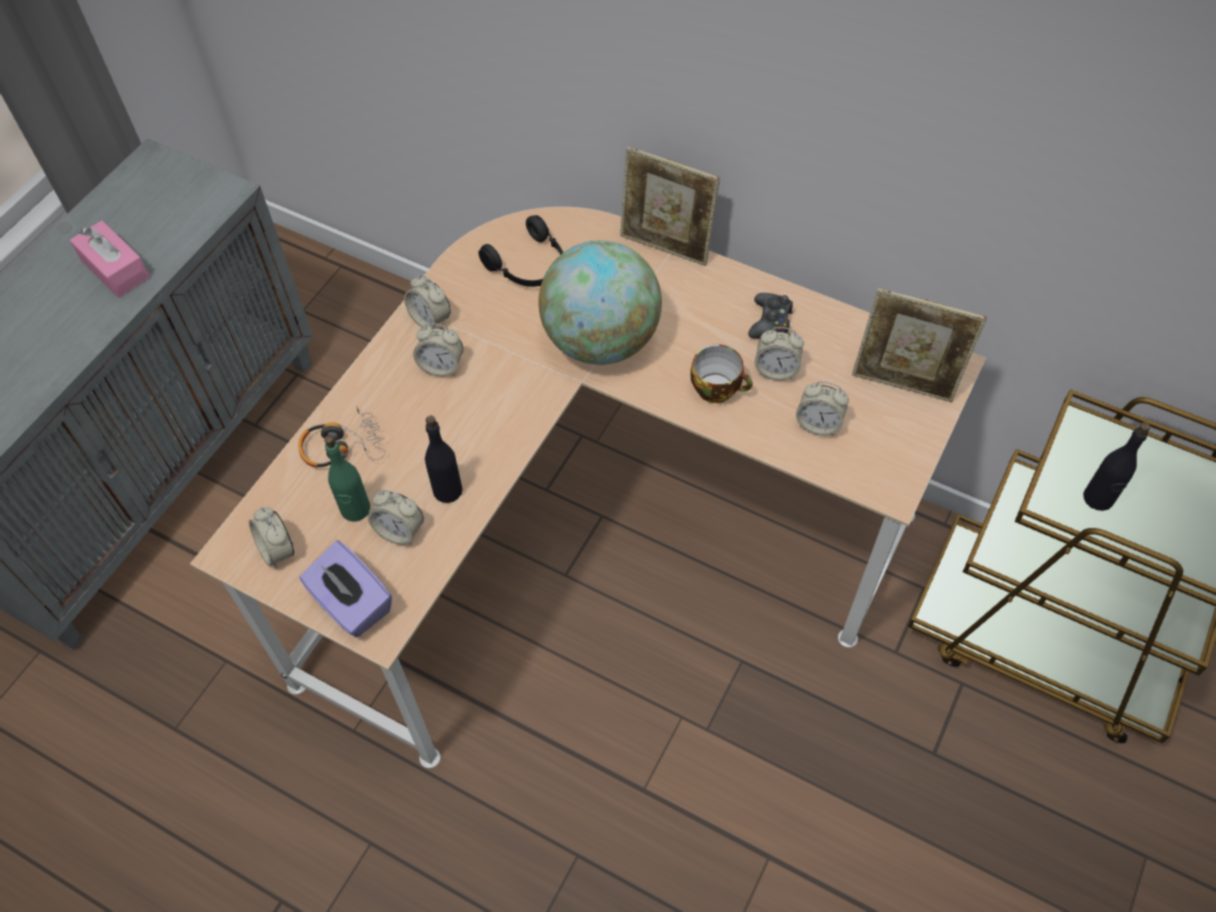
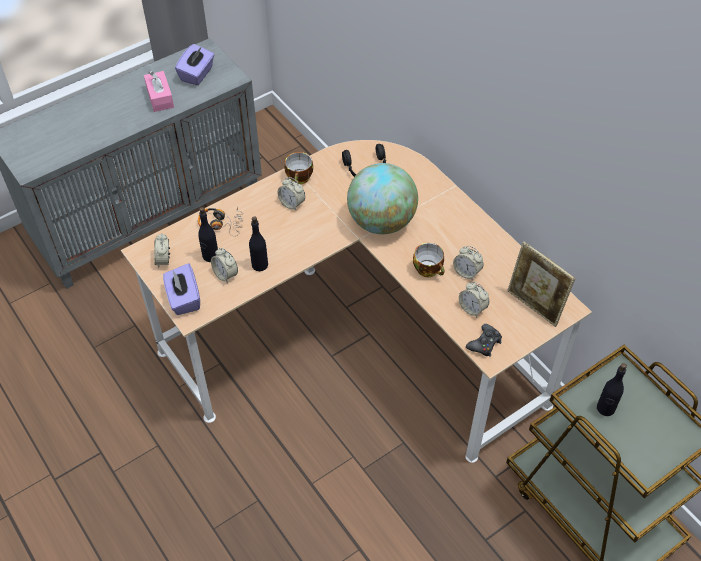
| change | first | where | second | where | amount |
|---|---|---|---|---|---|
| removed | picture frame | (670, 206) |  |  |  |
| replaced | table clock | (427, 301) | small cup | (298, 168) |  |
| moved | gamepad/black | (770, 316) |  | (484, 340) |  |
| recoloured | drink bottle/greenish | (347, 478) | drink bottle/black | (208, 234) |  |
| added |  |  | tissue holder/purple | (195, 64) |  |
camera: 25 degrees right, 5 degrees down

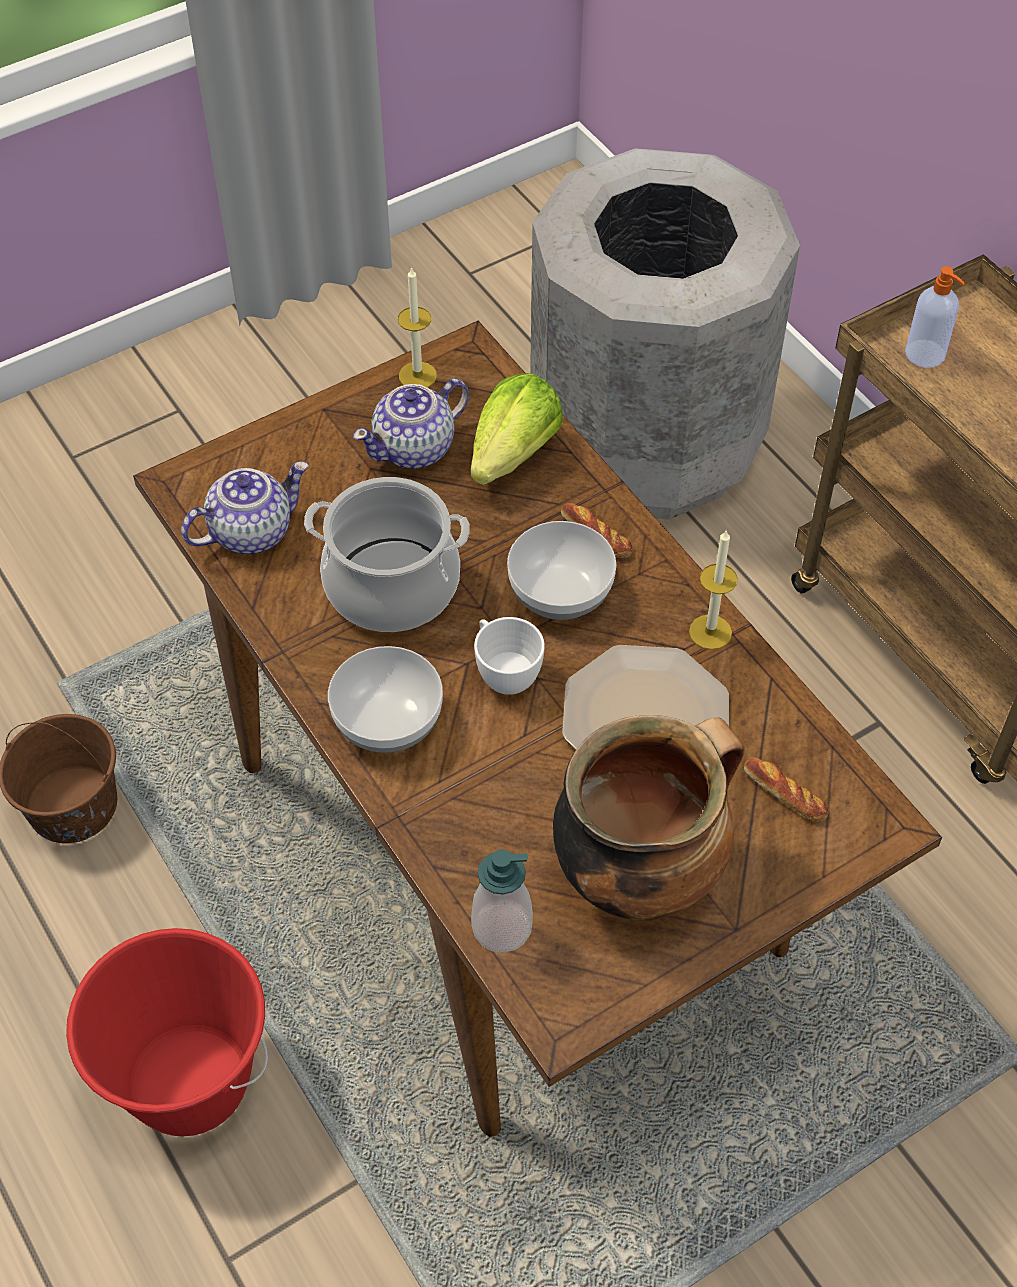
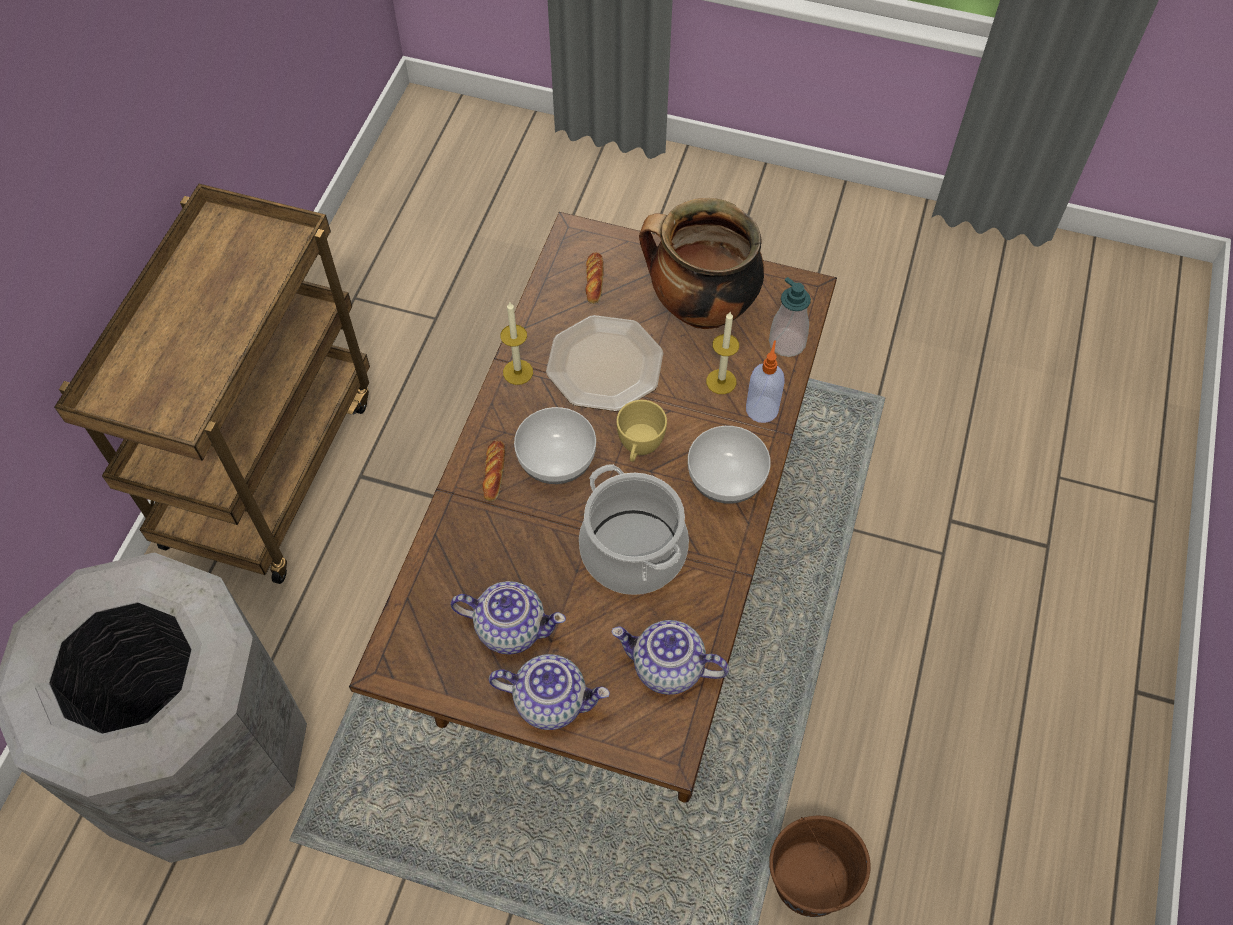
| change | first | where | second | where | amount |
|---|---|---|---|---|---|
| moved | soap dispenser | (935, 317) |  | (765, 381) |  |
| moved | wax light | (417, 327) |  | (722, 353) |  |
| removed | head of lettuce | (517, 429) |  |  |  |
| recoloured | small cup/white | (509, 656) | small cup/yellow-coloured | (641, 431) |  |
| removed | bucket/red | (167, 1032) |  |  |  |
| added |  |  | teapot | (549, 692) |  |
camera: 130 degrees left, 5 degrees up

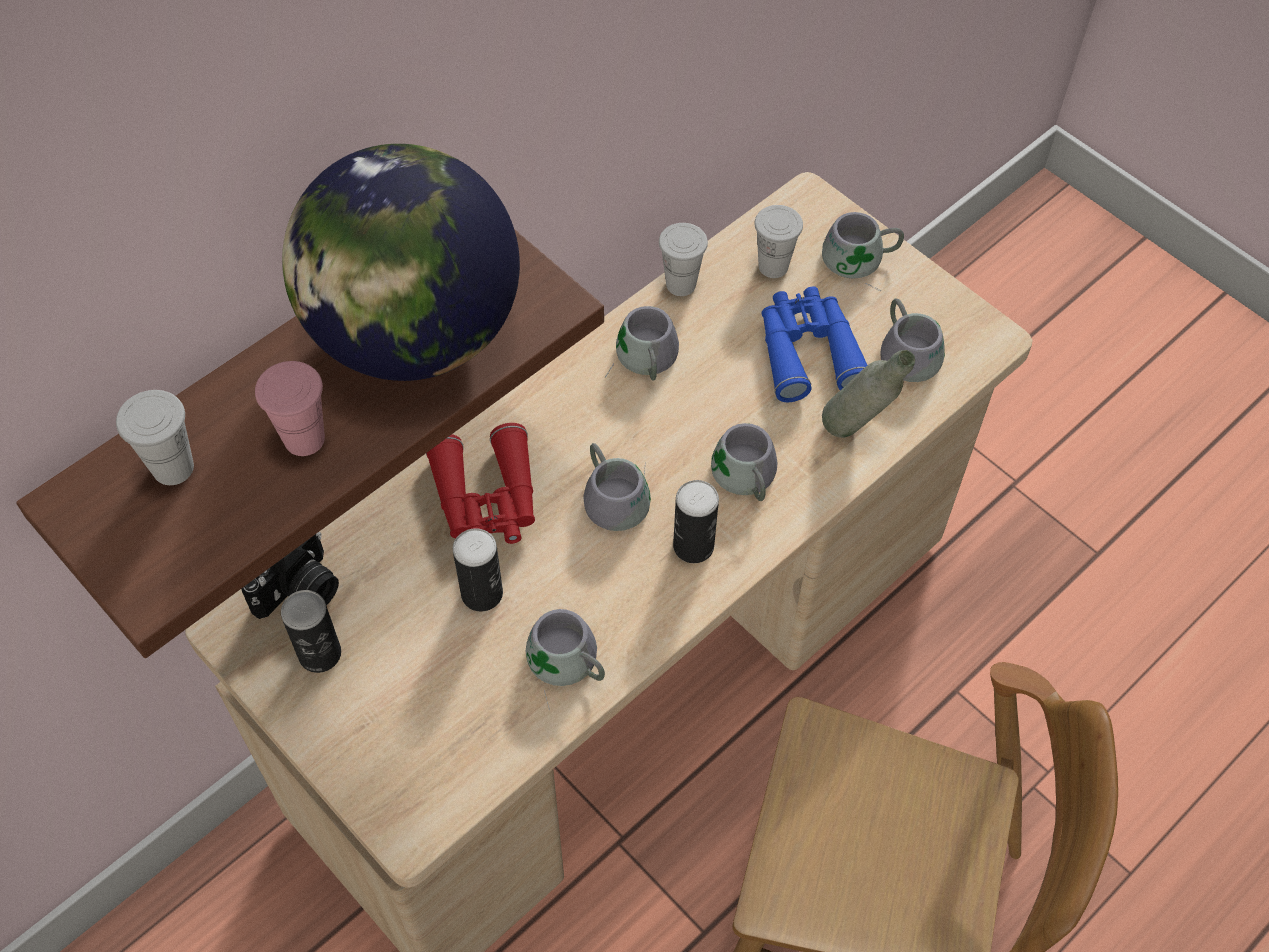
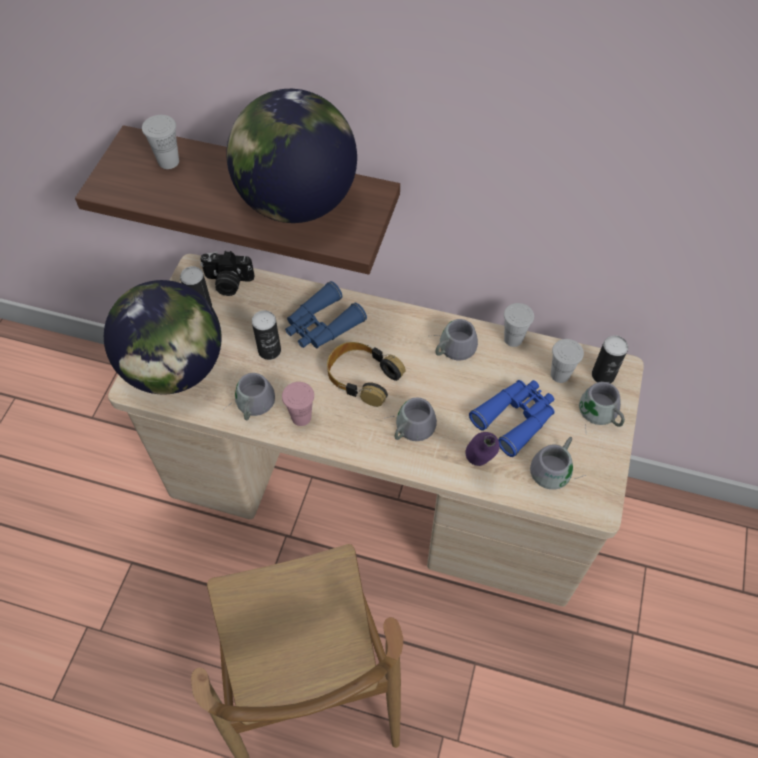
| change | first | where | second | where | amount |
|---|---|---|---|---|---|
| recoloured | drink bottle/gray | (868, 394) | drink bottle/purple | (482, 449) |  |
| moved | small cup/pink | (290, 408) |  | (298, 404) |  |
| recoloured | field glasses/red | (480, 483) | field glasses/bluish | (326, 314) |  |
| replaced | tea mug/gray | (617, 487) | pair of headphones | (366, 374) |  |
| moved | can | (696, 521) |  | (610, 360) |  |
| added |  |  | desk globe | (162, 337) |  |
camera: 60 degrees right, 0 degrees up

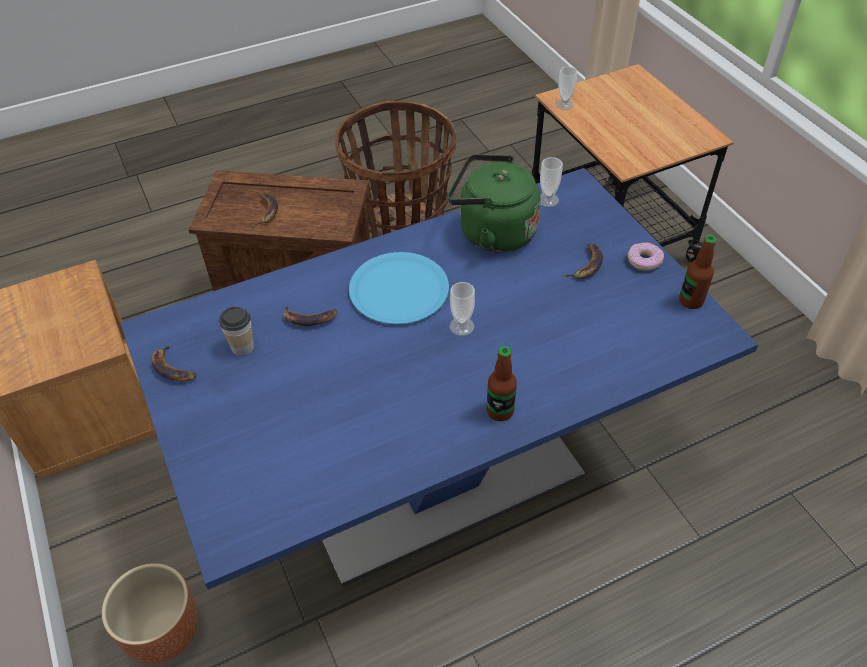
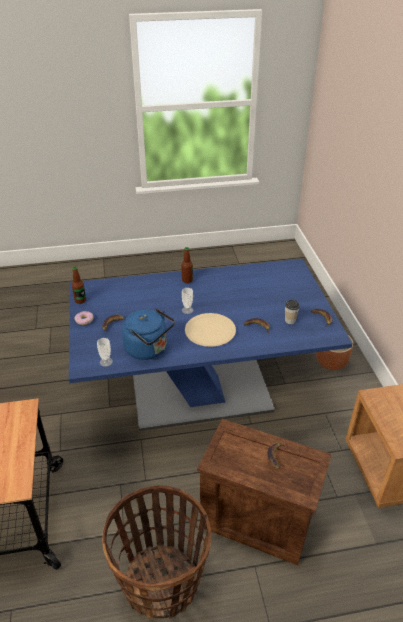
| change | first | where | second | where | amount |
|---|---|---|---|---|---|
| removed | small cup | (566, 88) |  |  |  |
| recoloured | water kettle/greenish | (494, 203) | water kettle/bluish | (148, 334) |  |
| recoloured | flat dish/bluish | (399, 288) | flat dish/beige-coloured | (210, 330) |  |
camera: 165 degrees left, 10 degrees down

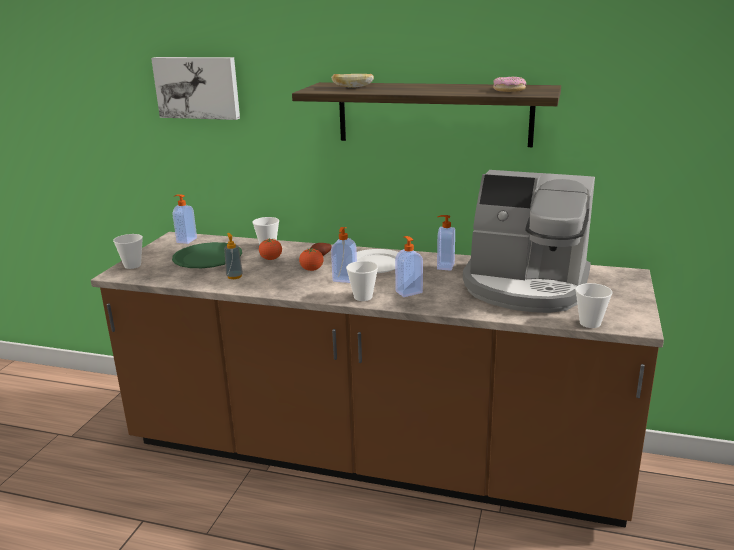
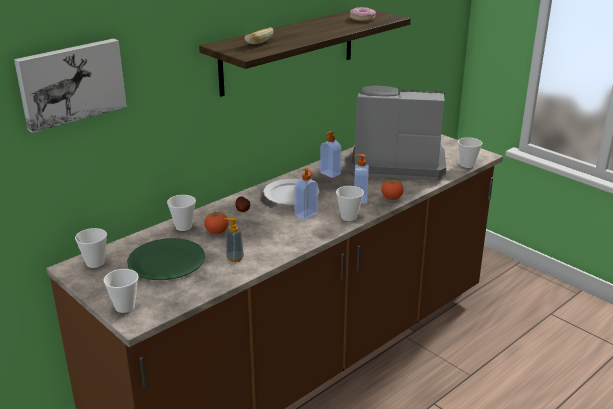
| change | first | where | second | where | amount |
|---|---|---|---|---|---|
| turned | coffee brewer | (529, 241) |  | (398, 133) | 135 degrees counterclockwise |
| replaced | soap dispenser | (185, 219) | small cup | (91, 248) |  |
| moved | fresh tomato | (311, 259) |  | (392, 190) |  |
camera: 60 degrees left, 5 degrees up

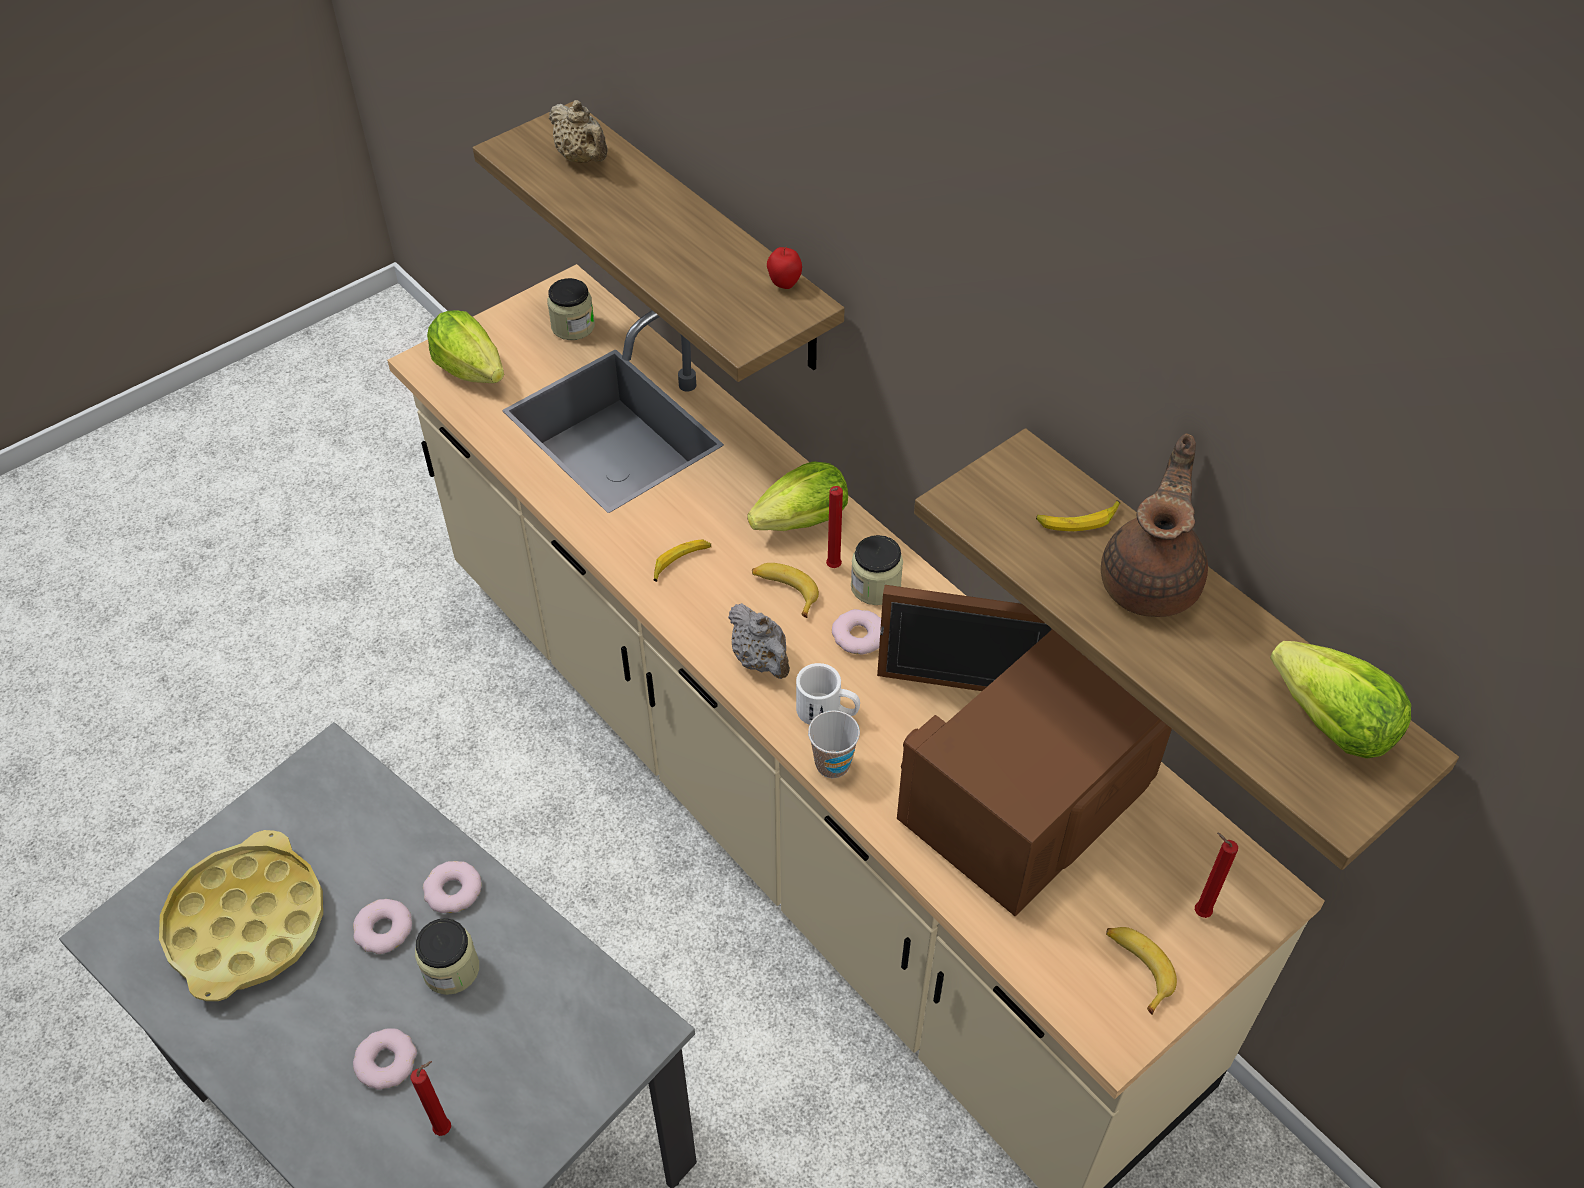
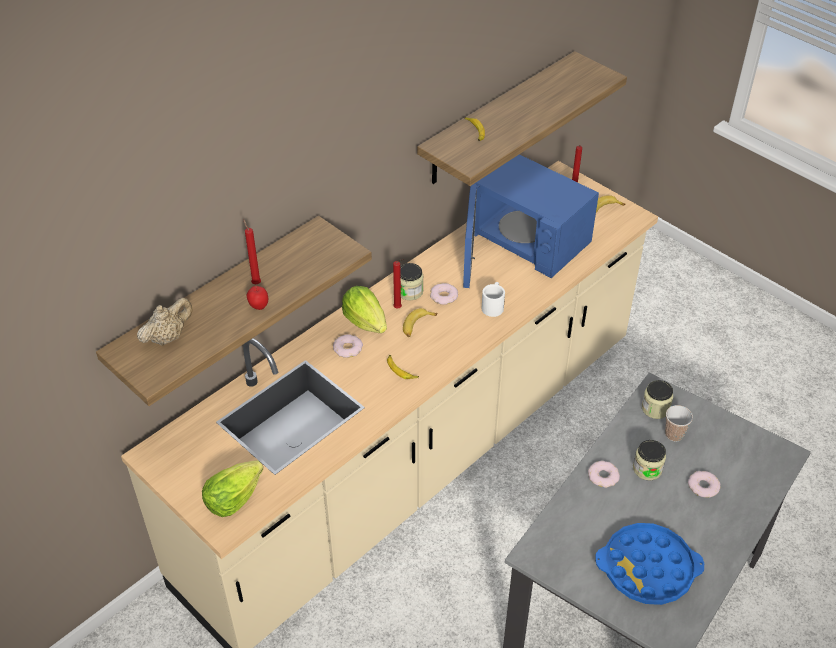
| change | first | where | second | where | amount |
|---|---|---|---|---|---|
| moved | whole apple | (784, 268) |  | (257, 298) |  |
| moved | jar | (571, 309) |  | (657, 399) |  |
| removed | teapot/brown-coloured | (1154, 525) |  |  |  |
| recoloured | microwave/brown-coloured | (1024, 750) | microwave/bluish | (531, 221) |  |
| removed | teapot/gray | (759, 641) |  |  |  |
| removed | head of lettuce | (1340, 700) |  |  |  |
| moved | small cup | (834, 744) |  | (679, 423) |  |
| recoloured | tray/yellow-coloured | (241, 915) | tray/bluish | (649, 564) |  |
| moved | donut | (382, 926) |  | (348, 346) |  |
| moved | wax light/red | (431, 1098) |  | (252, 252) |  |
camera: 95 degrees left, 5 degrees down

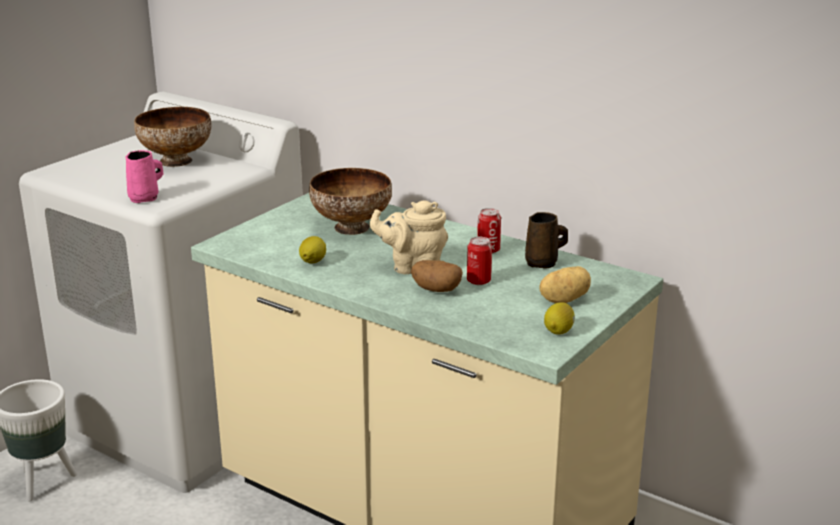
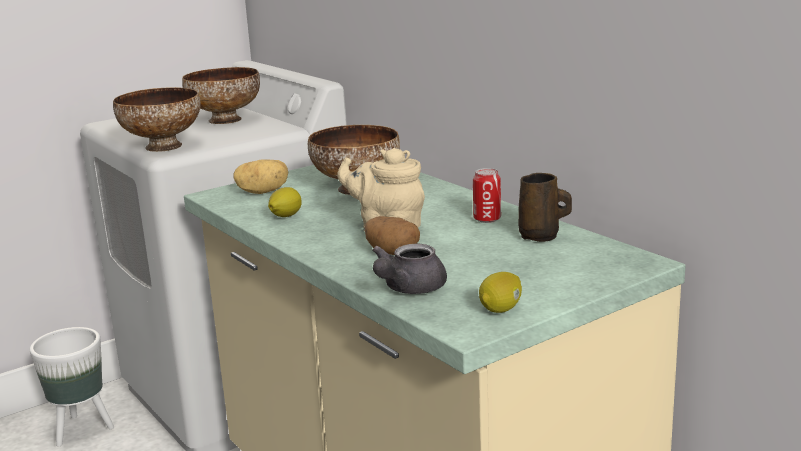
| change | first | where | second | where | amount |
|---|---|---|---|---|---|
| replaced | tea mug/pink | (144, 176) | bowl | (157, 119) |  |
| removed | can | (479, 261) |  |  |  |
| moved | potato | (565, 284) |  | (261, 176) |  |
| added |  |  | teapot/gray | (409, 268) |  |
camera: 20 degrees right, 5 degrees down

